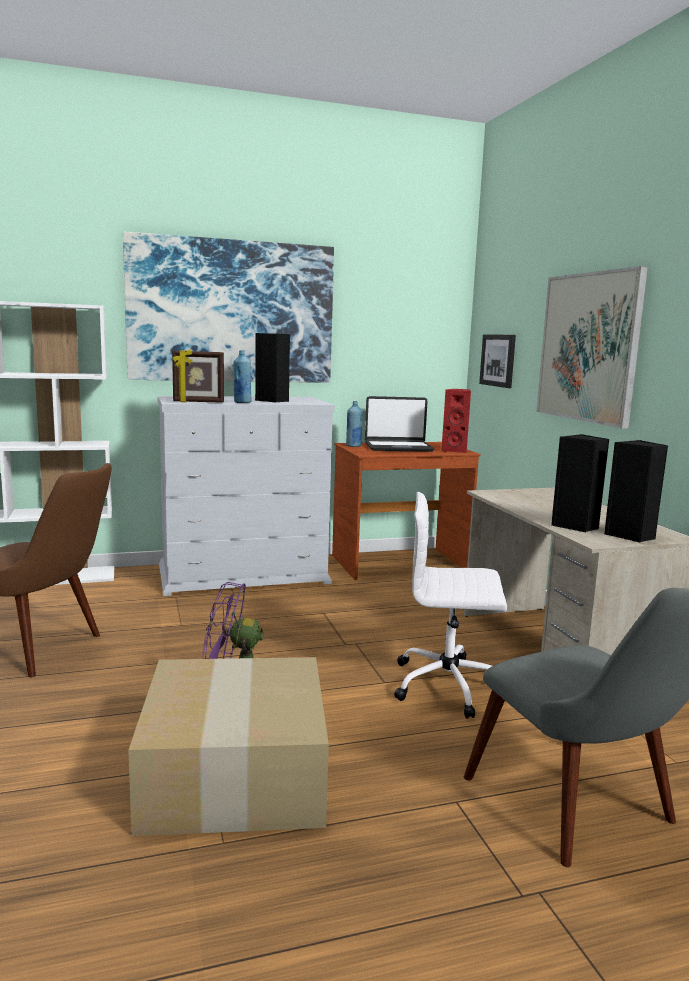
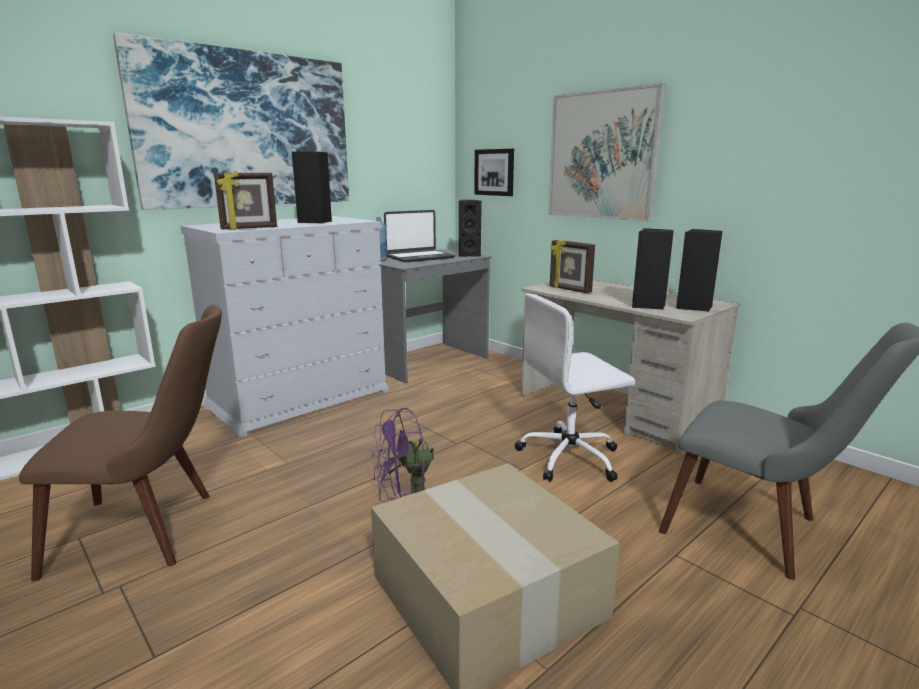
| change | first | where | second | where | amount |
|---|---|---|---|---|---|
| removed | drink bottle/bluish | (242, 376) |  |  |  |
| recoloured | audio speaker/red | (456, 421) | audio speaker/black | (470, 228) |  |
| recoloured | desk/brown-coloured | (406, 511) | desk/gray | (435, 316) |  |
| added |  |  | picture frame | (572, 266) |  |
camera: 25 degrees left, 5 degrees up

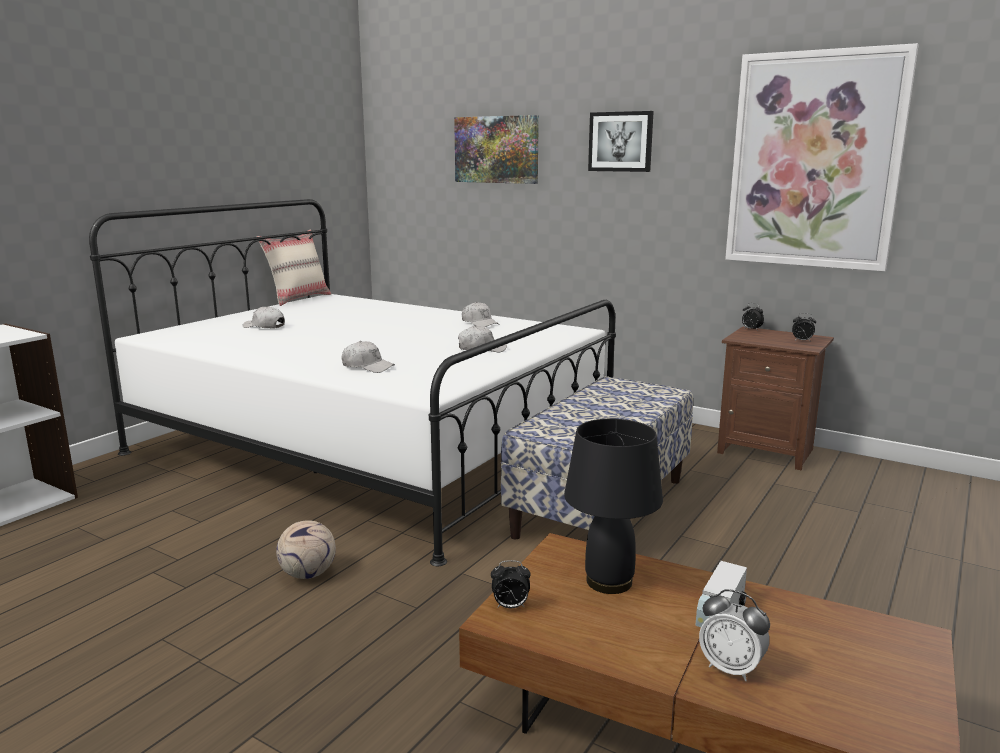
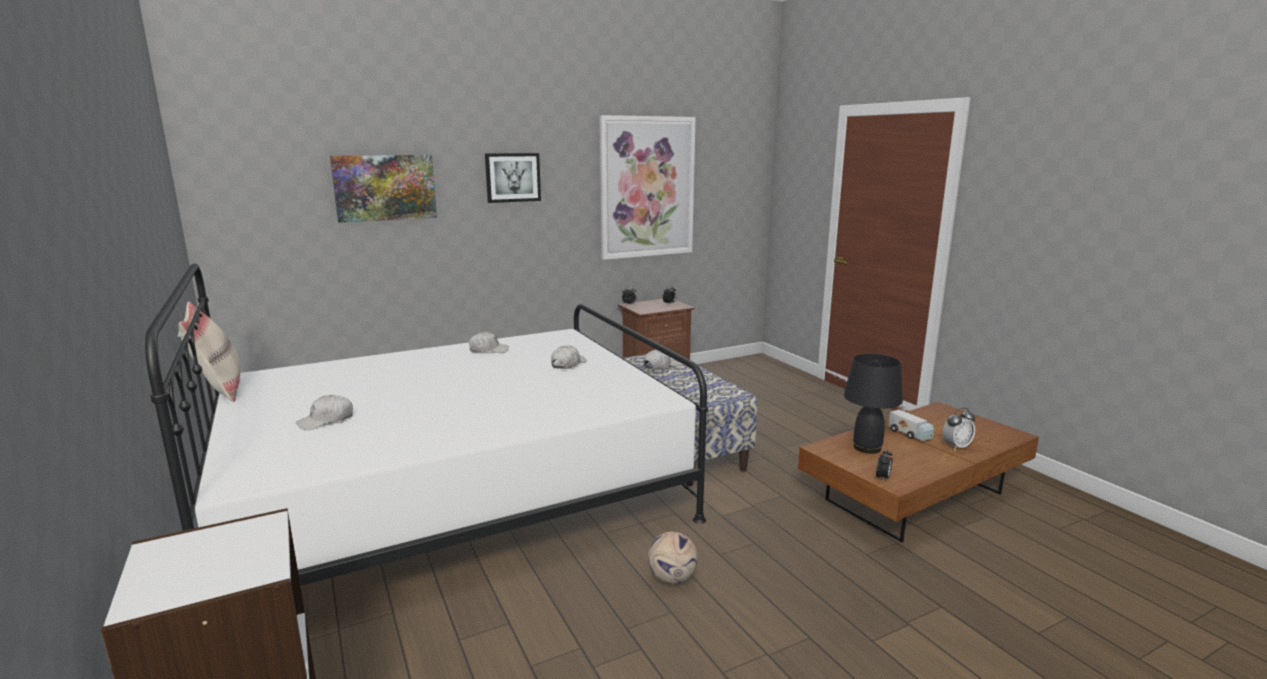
| change | first | where | second | where | amount |
|---|---|---|---|---|---|
| moved | peaked cap/white | (368, 357) |  | (661, 359) |  |
camera: 60 degrees left, 0 degrees up

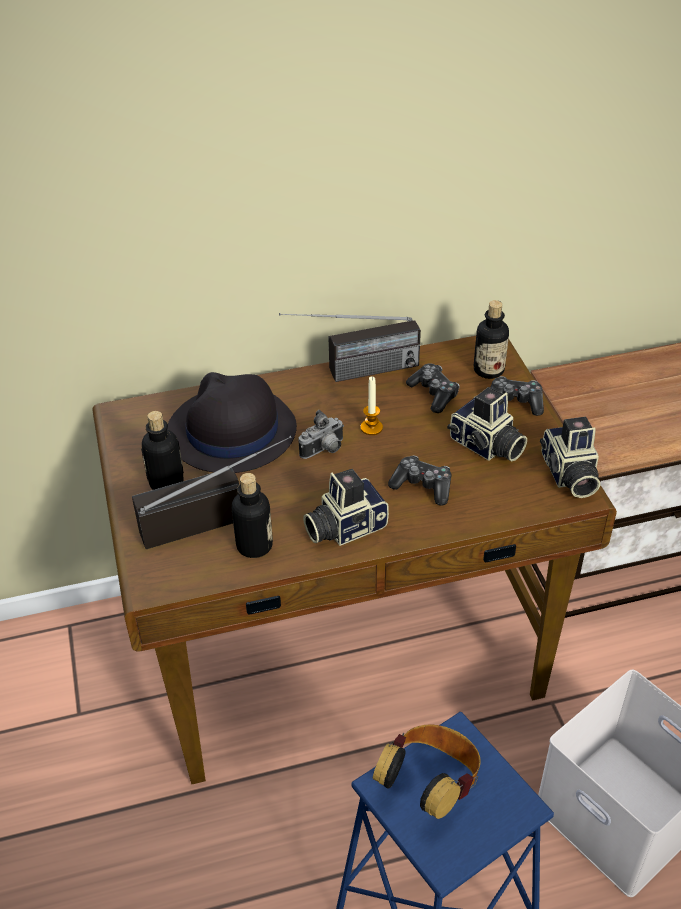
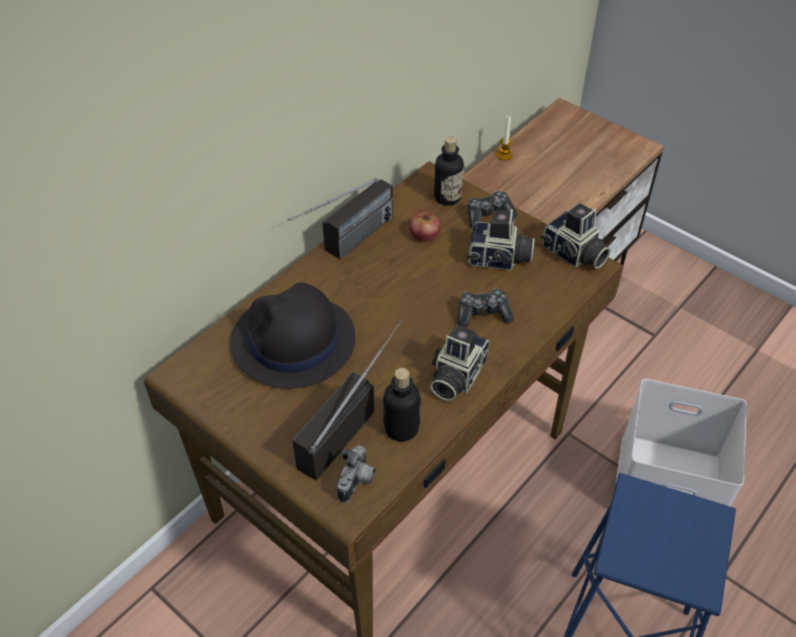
| change | first | where | second | where | amount |
|---|---|---|---|---|---|
| replaced | gamepad | (433, 388) | whole apple | (425, 226) |  |
| moved | wax light | (371, 405) |  | (504, 138) |  |
| moved | still camera | (321, 434) |  | (356, 474) |  |
| removed | drink bottle | (162, 450) |  |  |  |
| removed | pair of headphones | (427, 771) |  |  |  |
camera: 35 degrees left, 5 degrees up

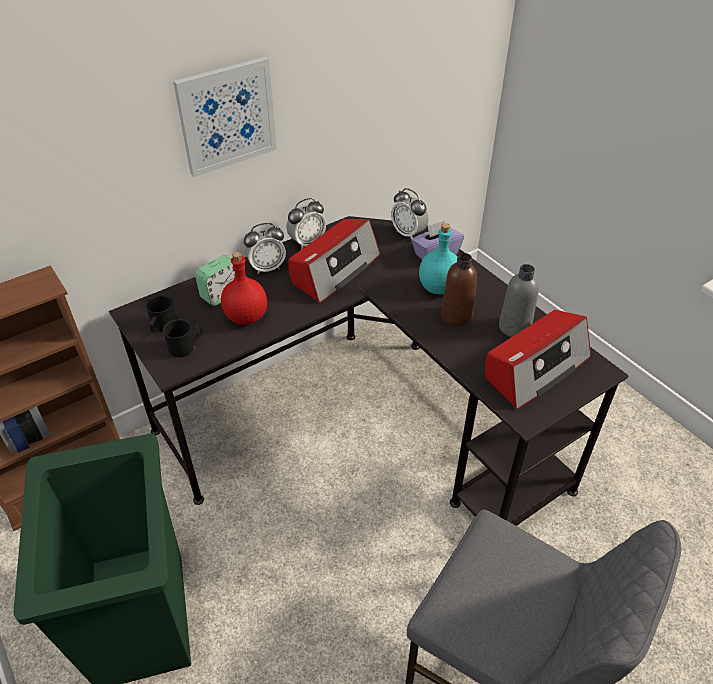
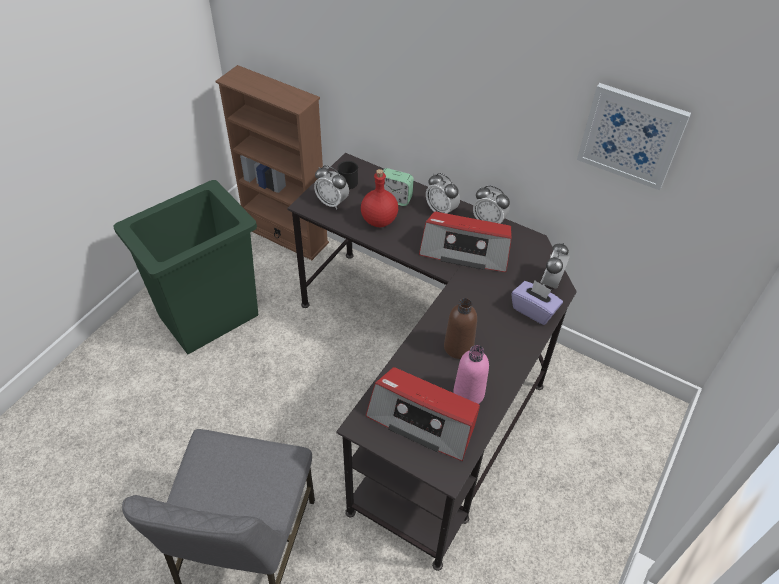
| change | first | where | second | where | amount |
|---|---|---|---|---|---|
| moved | wall picture | (225, 117) |  | (634, 136) |  |
| removed | drink bottle/blue-green | (438, 258) |  |  |  |
| recoloured | drink bottle/gray | (519, 300) | drink bottle/pink | (471, 374) |  |
| replaced | tea mug/black | (183, 338) | table clock | (331, 187) |  |
camera: 65 degrees right, 5 degrees up

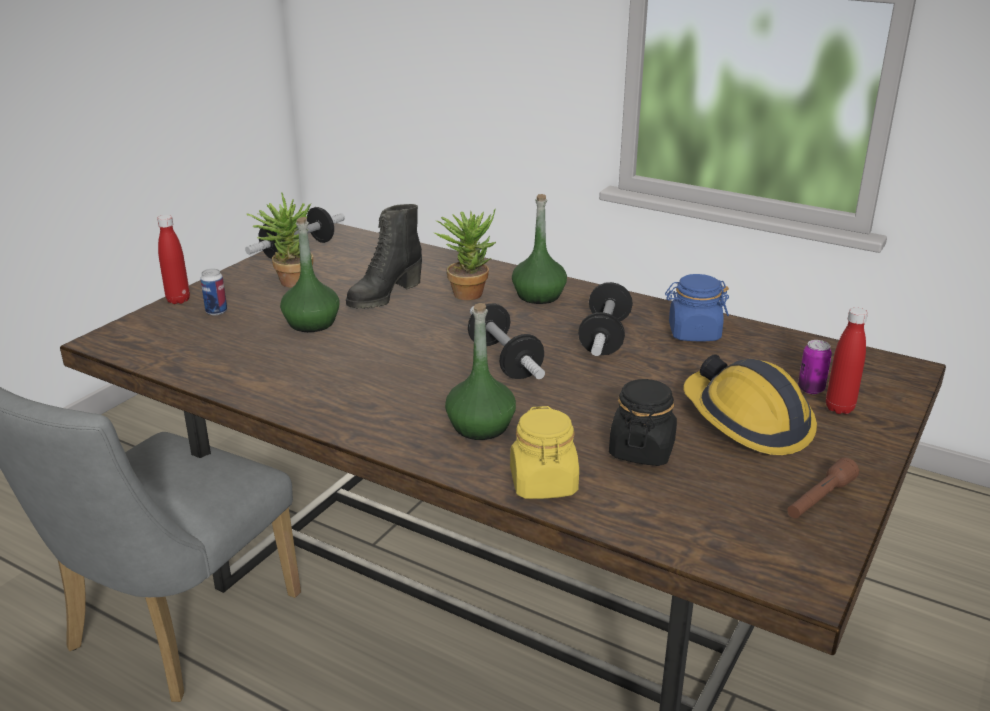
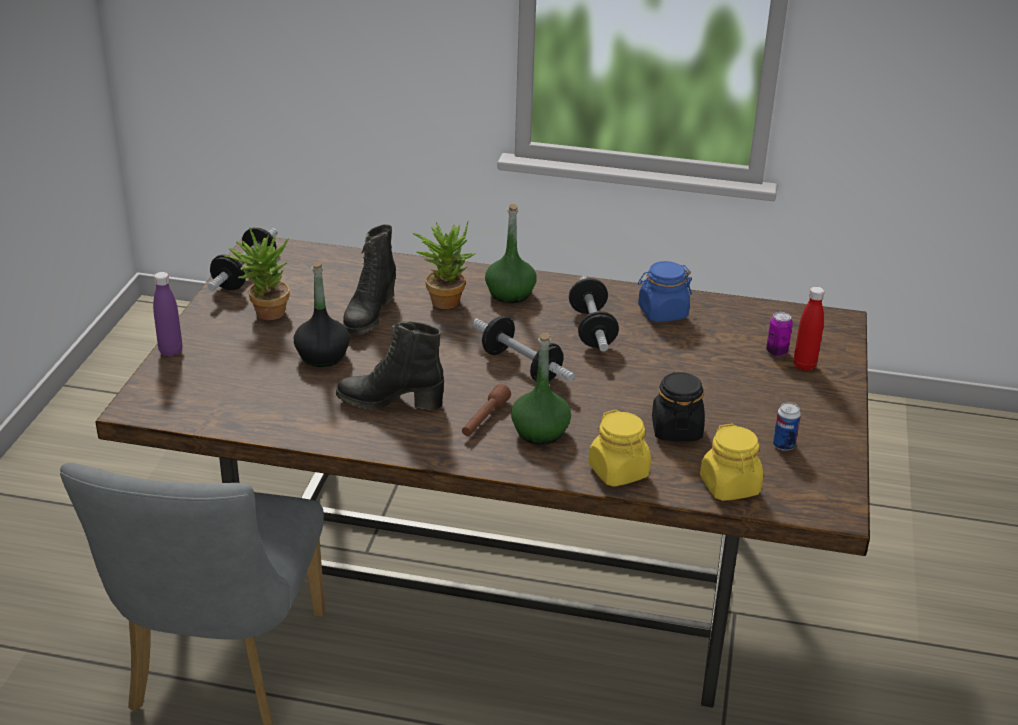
| change | first | where | second | where | amount |
|---|---|---|---|---|---|
| recoloured | drink bottle/red | (173, 259) | drink bottle/purple | (167, 314) |  |
| recoloured | drink bottle/greenish | (310, 274) | drink bottle/black | (322, 314) |  |
| moved | can | (213, 292) |  | (787, 426) |  |
| removed | work helmet | (750, 404) |  |  |  |
| moved | hand torch/brown-coloured | (823, 487) |  | (486, 410) |  |
| added |  |  | tall boot/black | (390, 366) |  |
| added |  |  | jar/yellow-coloured | (731, 462) |  |
camera: 20 degrees left, 5 degrees up

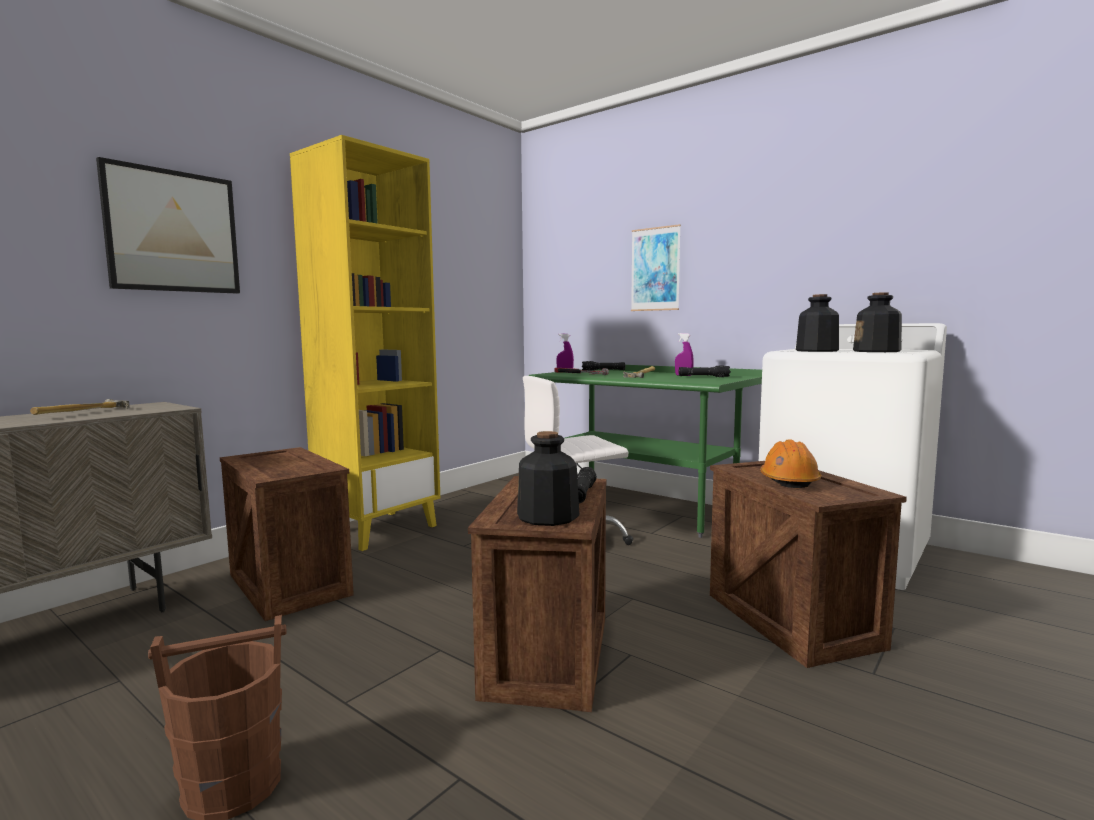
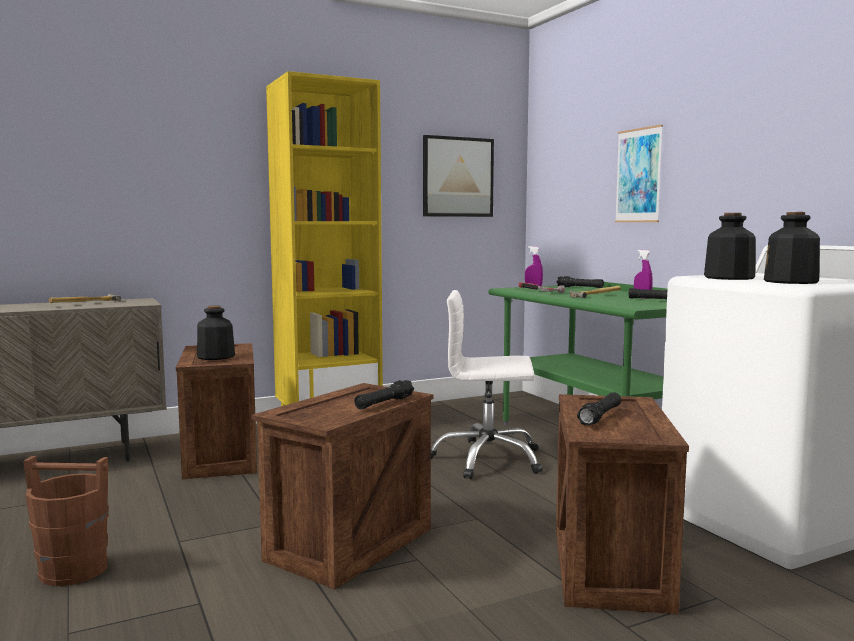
| change | first | where | second | where | amount |
|---|---|---|---|---|---|
| moved | wall picture | (168, 225) |  | (458, 176) |  |
| moved | drink bottle | (548, 478) |  | (216, 333) |  |
| replaced | work helmet/orangey | (791, 463) | hand torch/black | (599, 408) |  |
camera: 25 degrees right, 0 degrees up

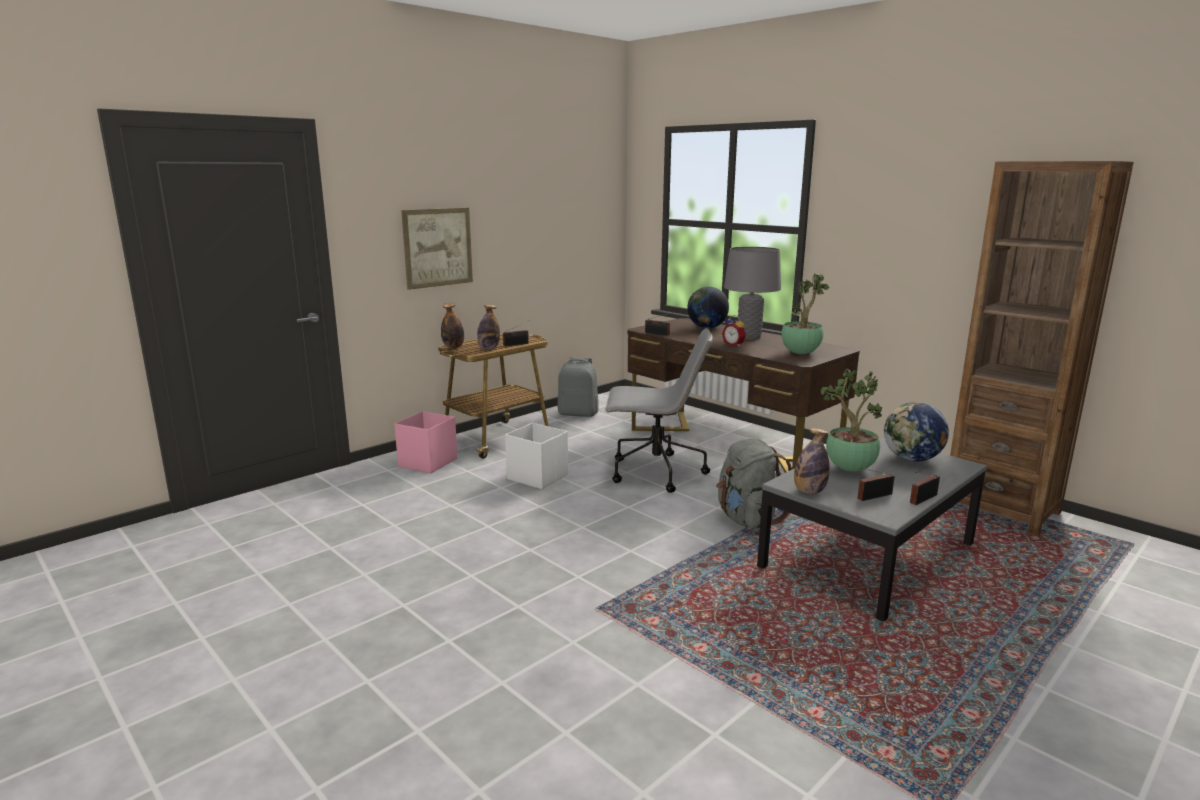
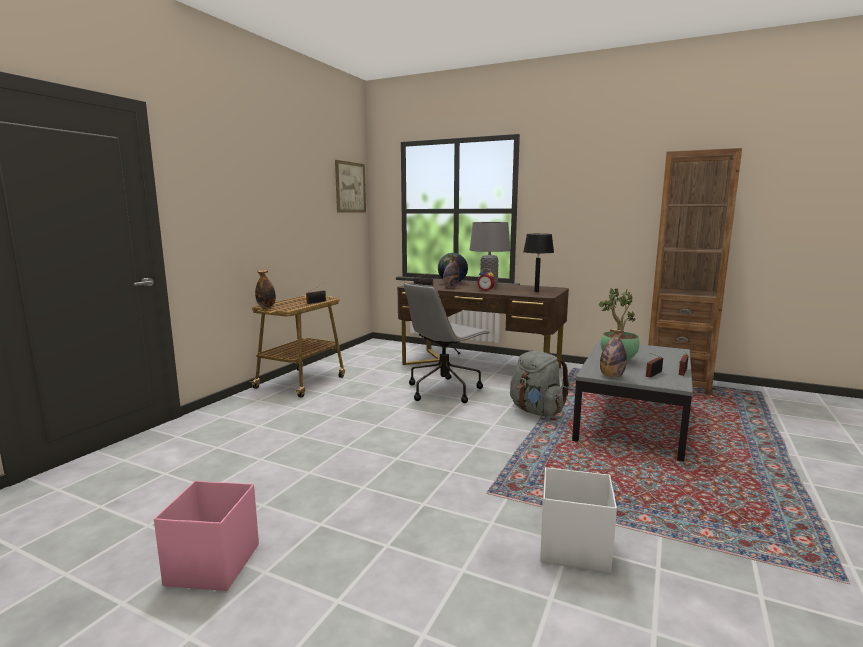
| change | first | where | second | where | amount |
|---|---|---|---|---|---|
| moved | wall picture | (437, 249) |  | (350, 186) |  |
| replaced | plant in a pot | (805, 314) | tabletop lamp/black | (538, 263) |  |
| moved | drink bottle | (488, 326) |  | (451, 271) |  |
| turned | desk chair/gray | (659, 410) |  | (447, 342) | 150 degrees clockwise |
| removed | knapsack/gray | (578, 387) |  |  |  |
| removed | desk globe | (916, 431) |  |  |  |
| moved | storage box/pink | (426, 442) |  | (206, 536) |  |
| moved | storage box/white | (536, 456) |  | (578, 520) |  |
camera: 20 degrees left, 5 degrees down

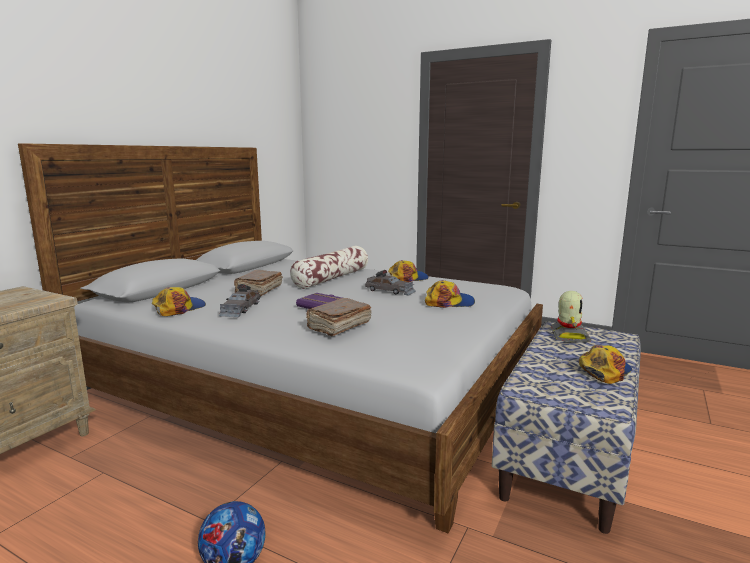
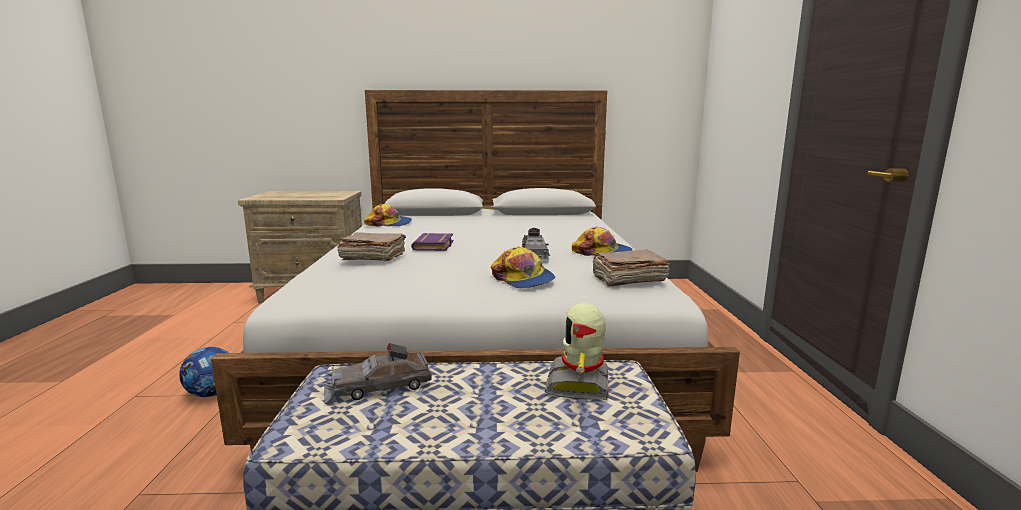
| change | first | where | second | where | amount |
|---|---|---|---|---|---|
| removed | throw pillow | (329, 267) |  |  |  |
| moved | book/brown-coloured | (258, 283) |  | (631, 268) |  |
| moved | model car/gray | (239, 300) |  | (378, 373) |  |
| turned | toy robot | (571, 317) |  | (576, 351) | 120 degrees clockwise |
| removed | peaked cap | (605, 364) |  |  |  |
camera: 60 degrees right, 0 degrees up

